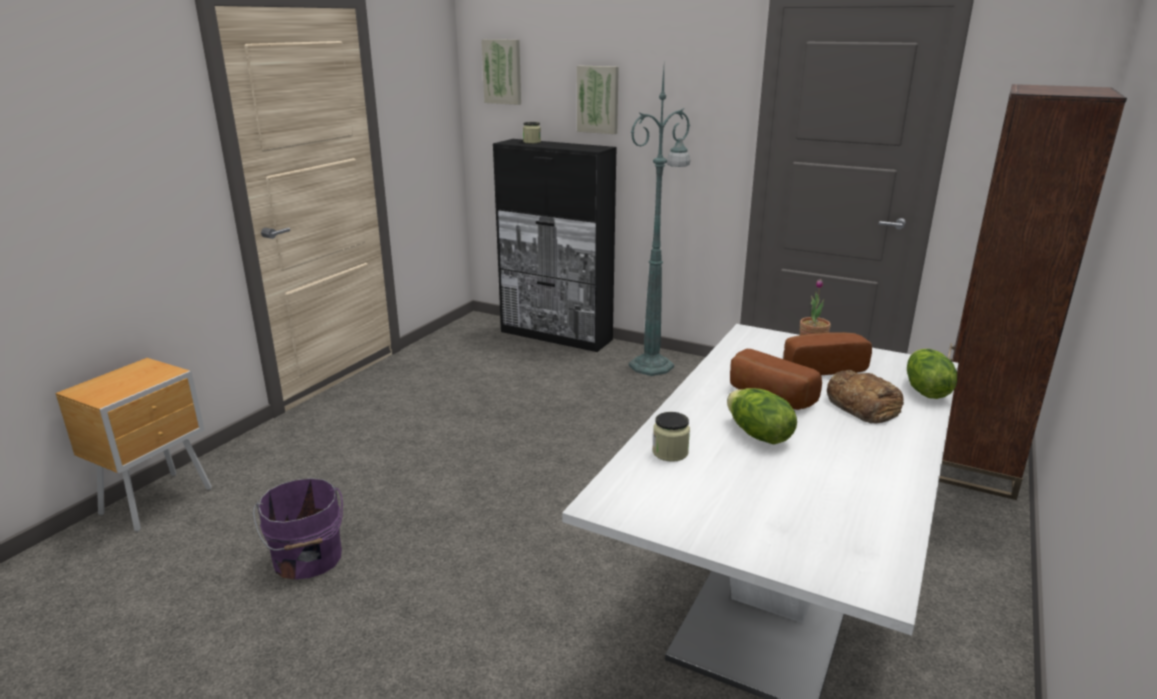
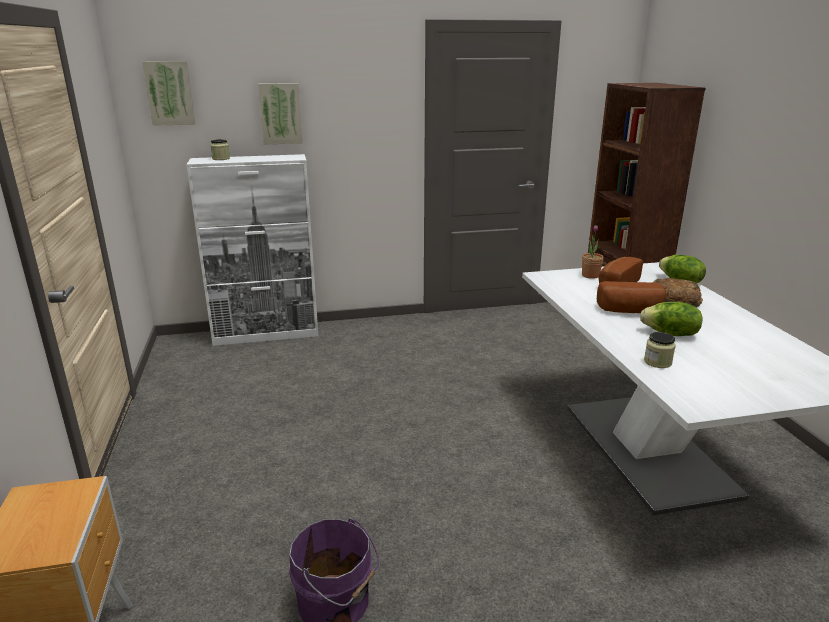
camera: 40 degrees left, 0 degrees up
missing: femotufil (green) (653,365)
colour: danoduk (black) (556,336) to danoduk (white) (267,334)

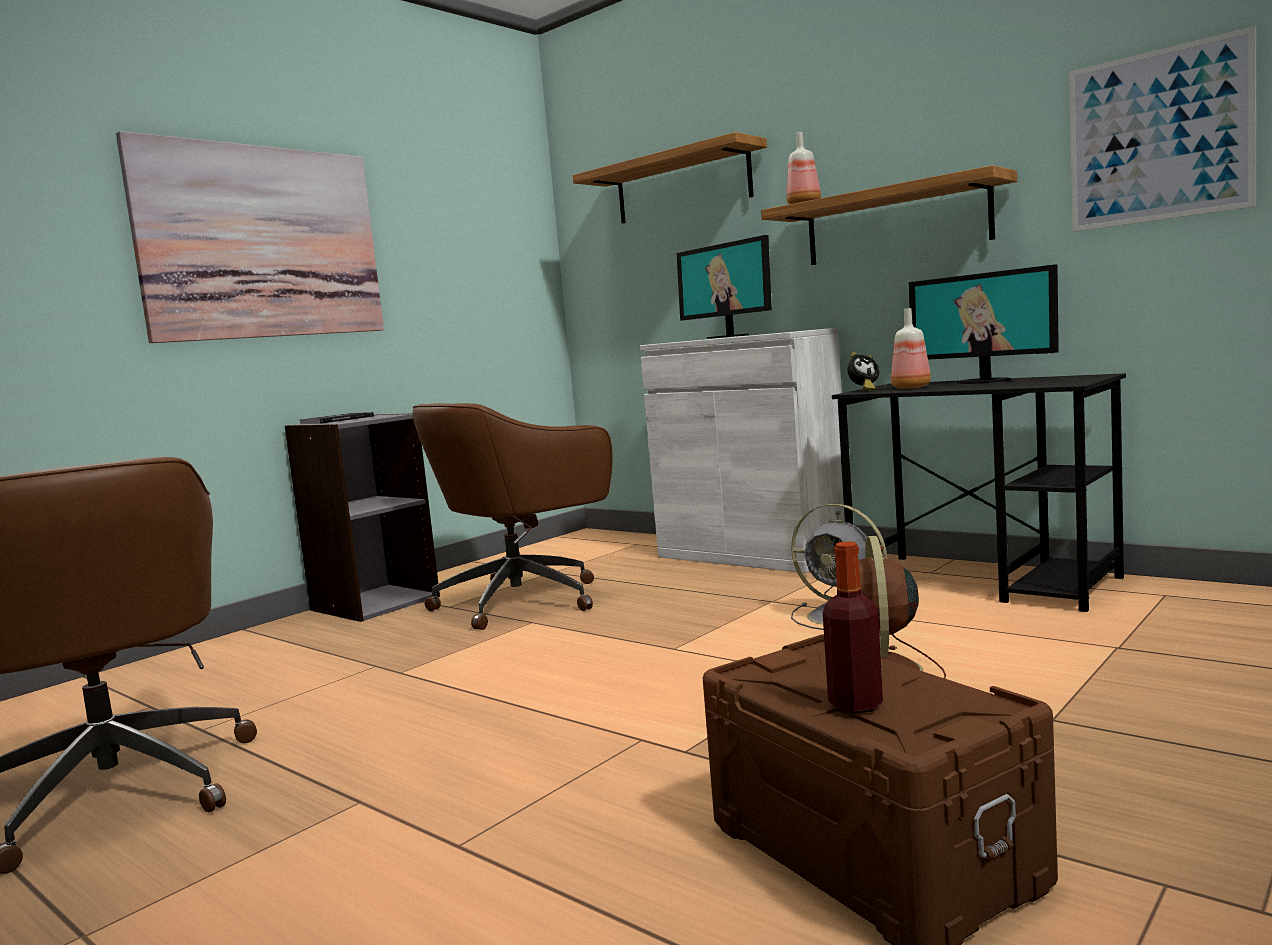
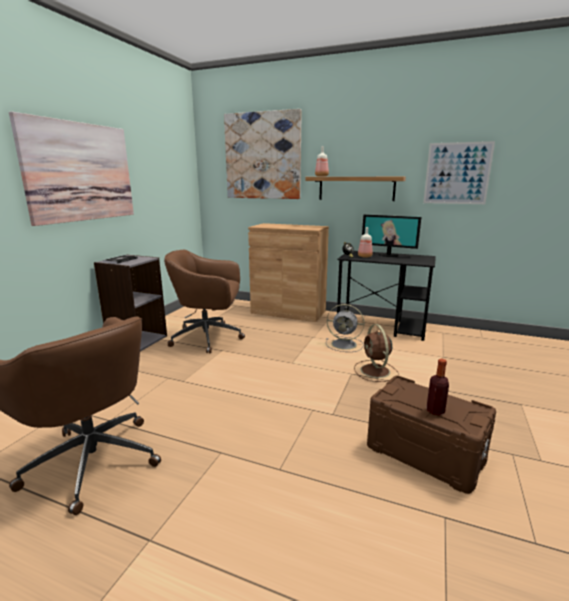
camera: 20 degrees left, 10 degrees up
missing: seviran (728,336)
exchanged: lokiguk (682,185) to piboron (262,156)
colour: danoduk (white) (752,554) to danoduk (brown) (288,312)
spun: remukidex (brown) (524,600) = (209,338) 60 degrees clockwise

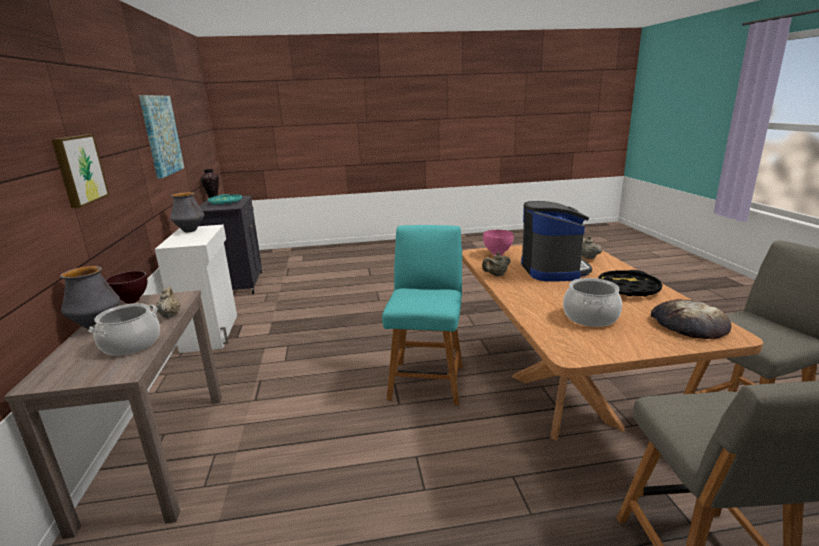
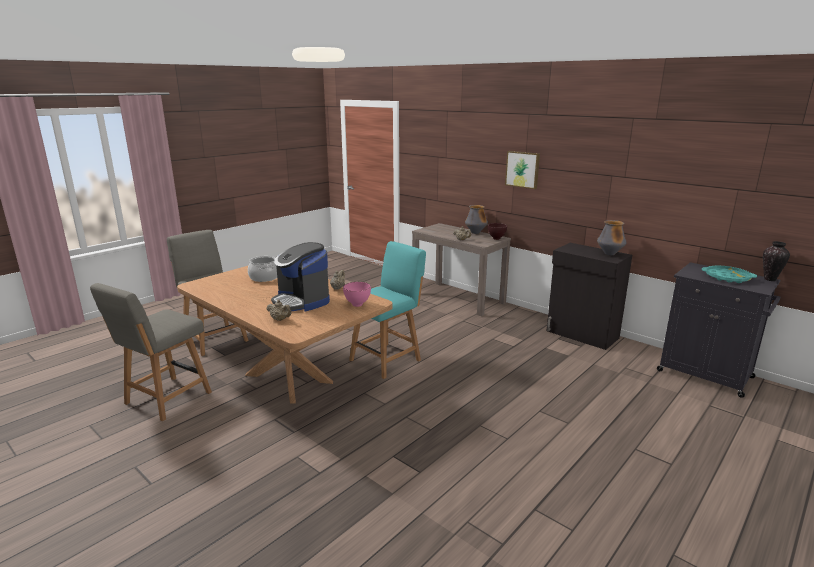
camera: 140 degrees right, 0 degrees up
missing: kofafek (131,344); piboron (161,135); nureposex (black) (628,288); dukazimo (688,324)
colour: danoduk (white) (211,332) to danoduk (black) (582,335)
spun: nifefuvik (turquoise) (427,380) = (387,359) 105 degrees counterclockwise

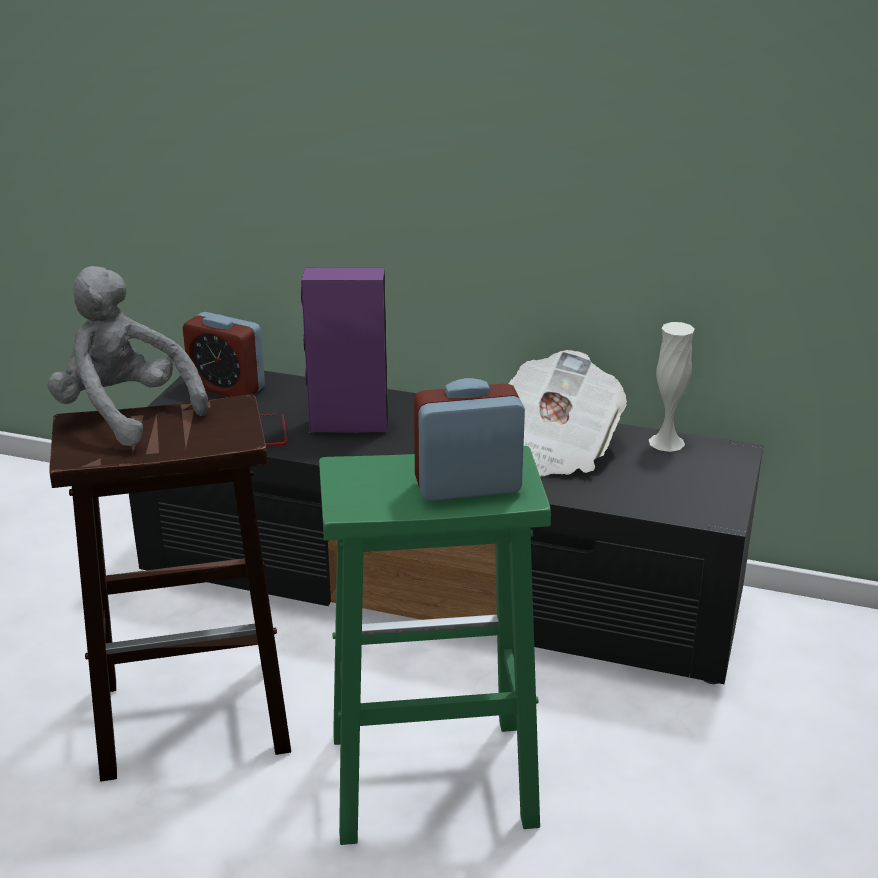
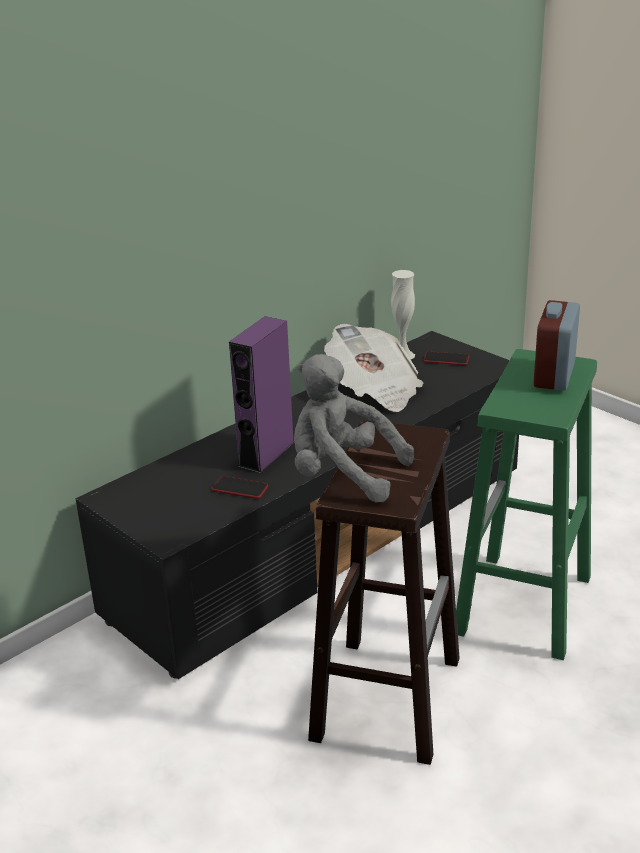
camera: 60 degrees left, 0 degrees up
missing: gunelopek (227,387)
appeared: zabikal (446,359)
spun: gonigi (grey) (125,413) = (342,475) 45 degrees clockwise

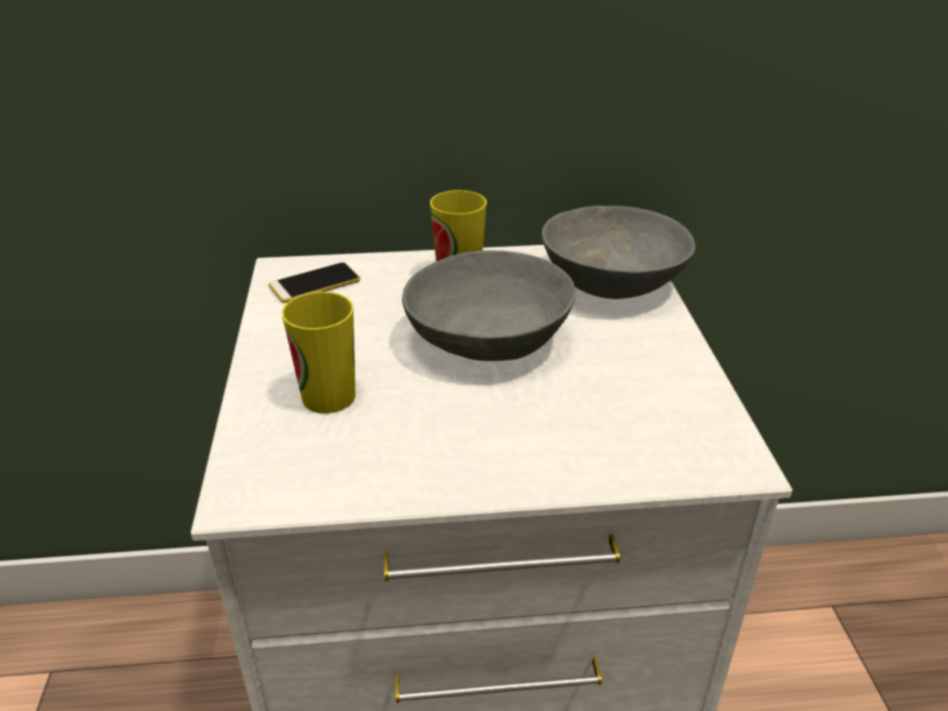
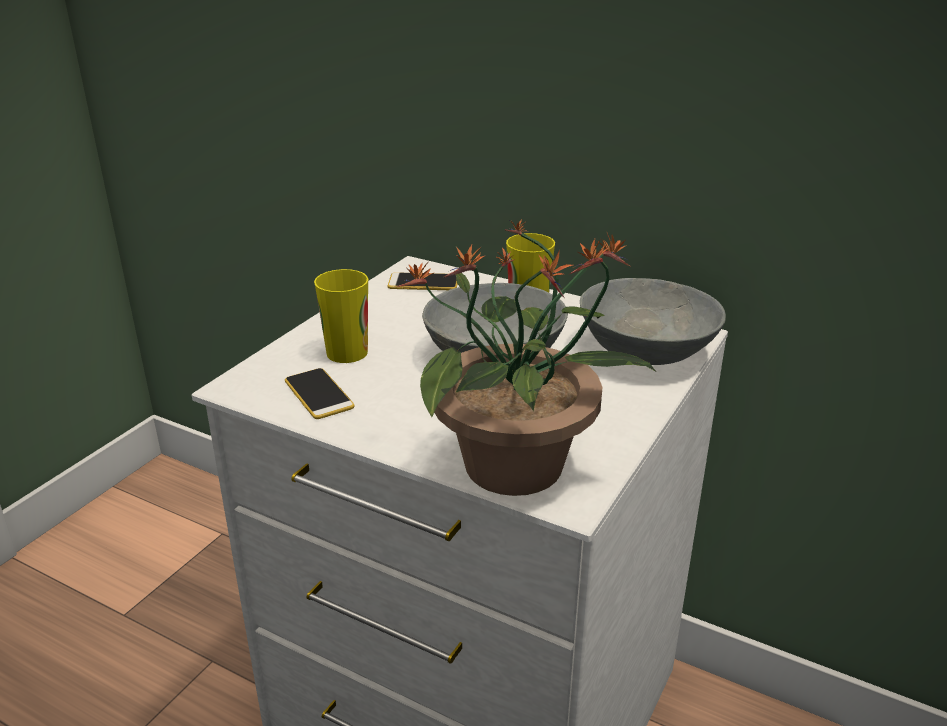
camera: 35 degrees right, 5 degrees down
appeared: zabikal (319,394); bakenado (517,466)

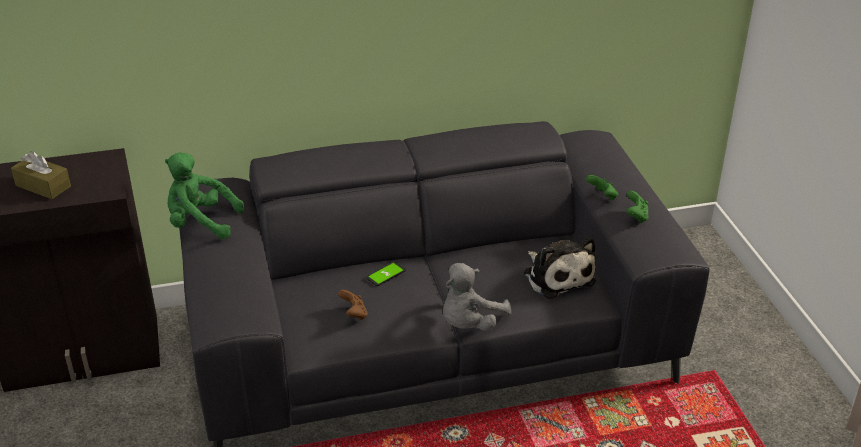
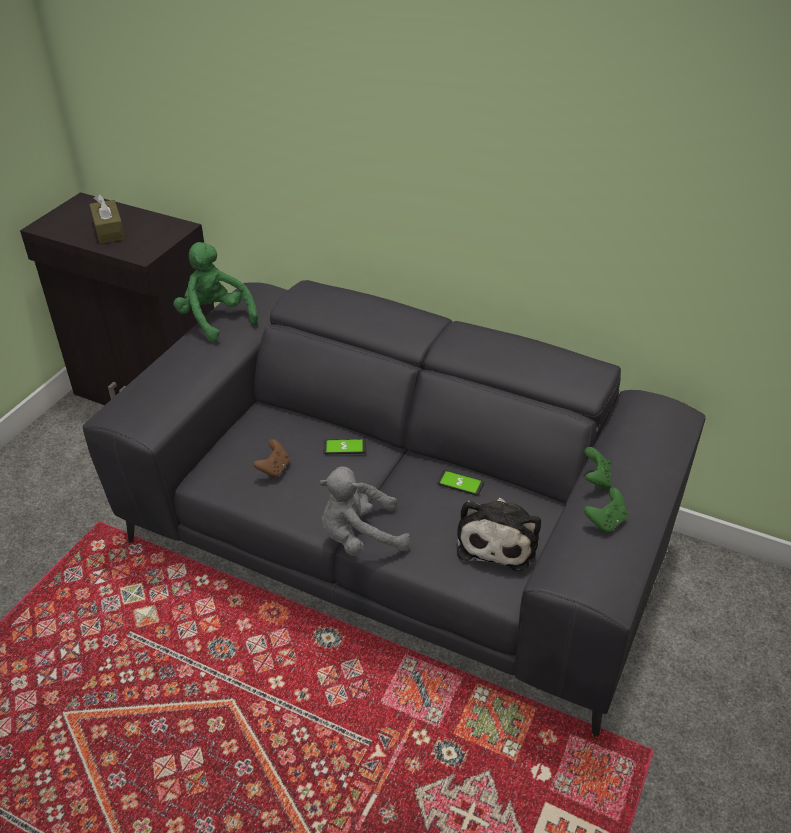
camera: 40 degrees right, 5 degrees up
appeared: zabikal (460,483)

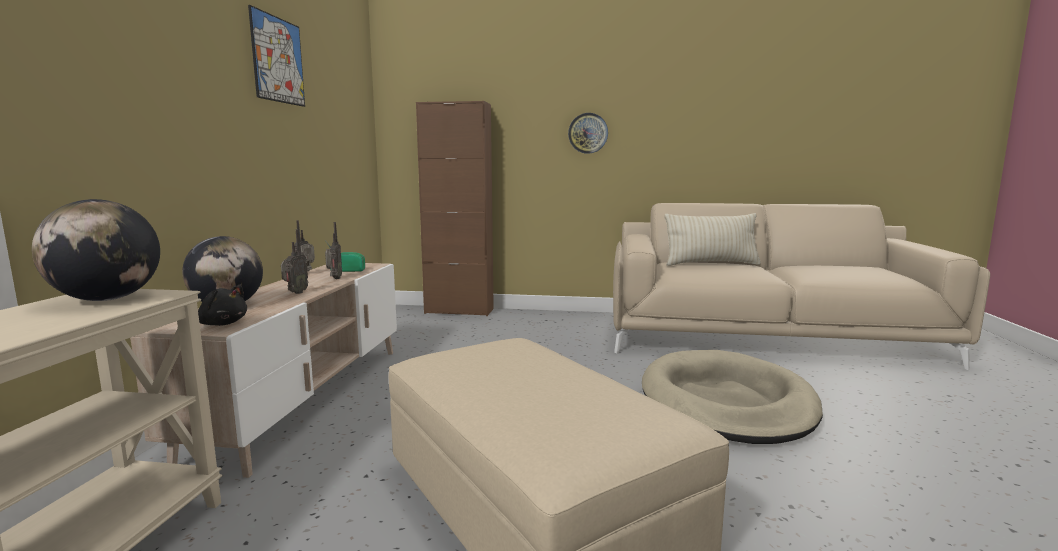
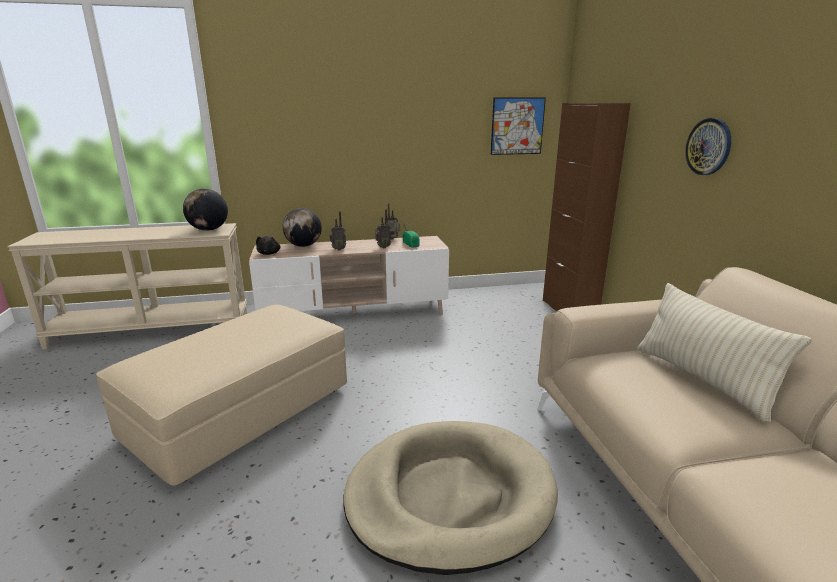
camera: 70 degrees right, 10 degrees up
relocated: piboron (278,60) to (517,126)

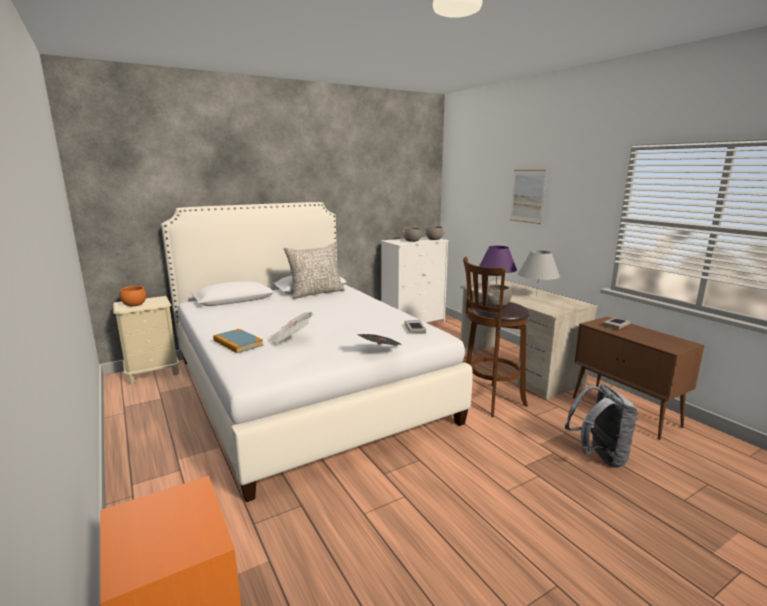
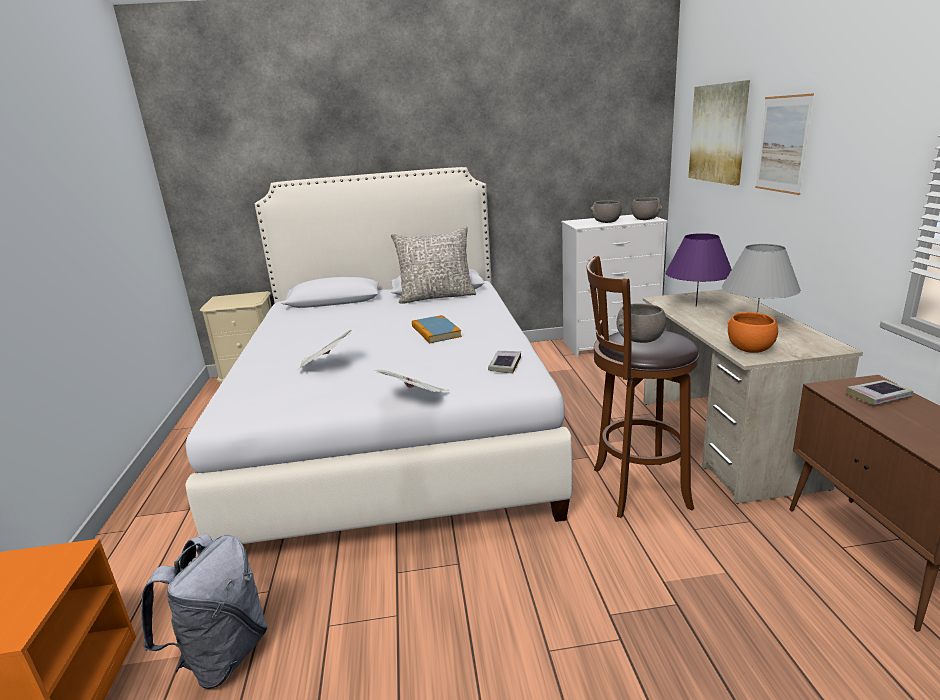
camera: 25 degrees right, 5 degrees up
appeared: piboron (718,133)
relocated: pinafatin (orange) (134,304) to (749,348); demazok (238,343) to (436,332); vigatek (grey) (598,456) to (222,656)

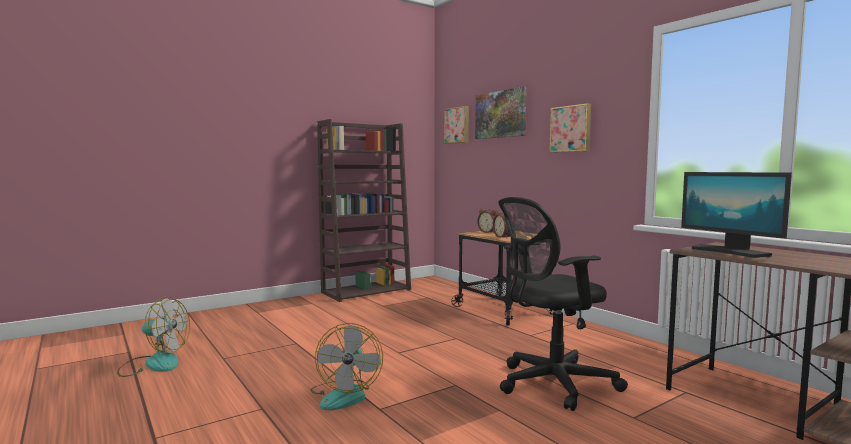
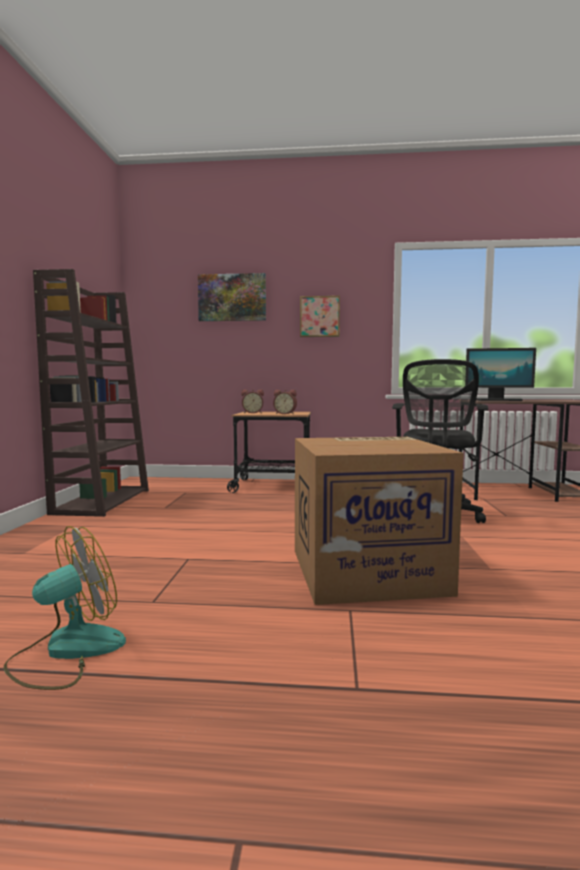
camera: 50 degrees left, 0 degrees up
missing: piboron (457,125)
exchanged: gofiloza (345,395) to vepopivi (367,570)

